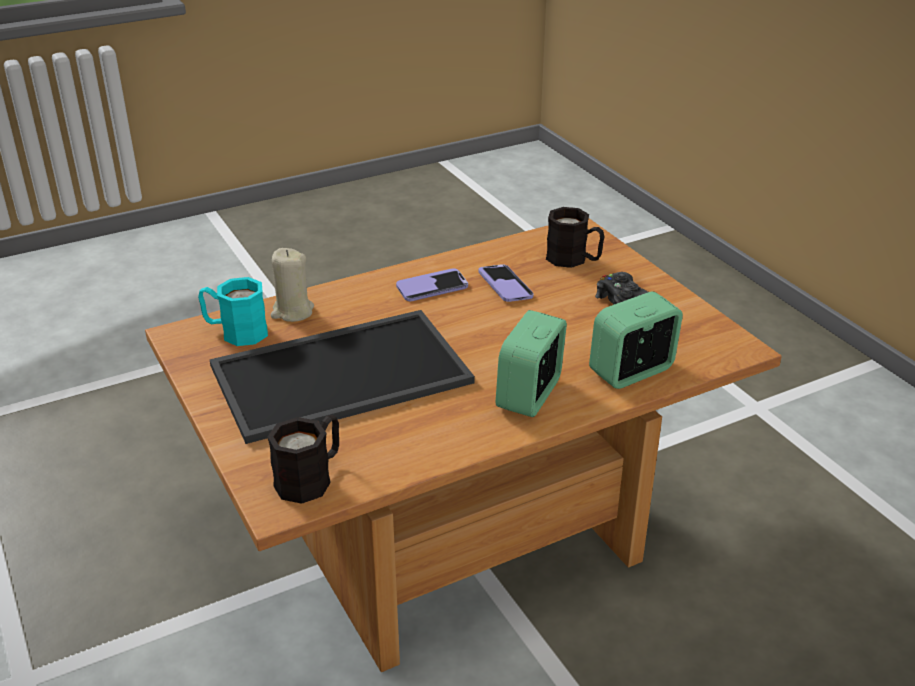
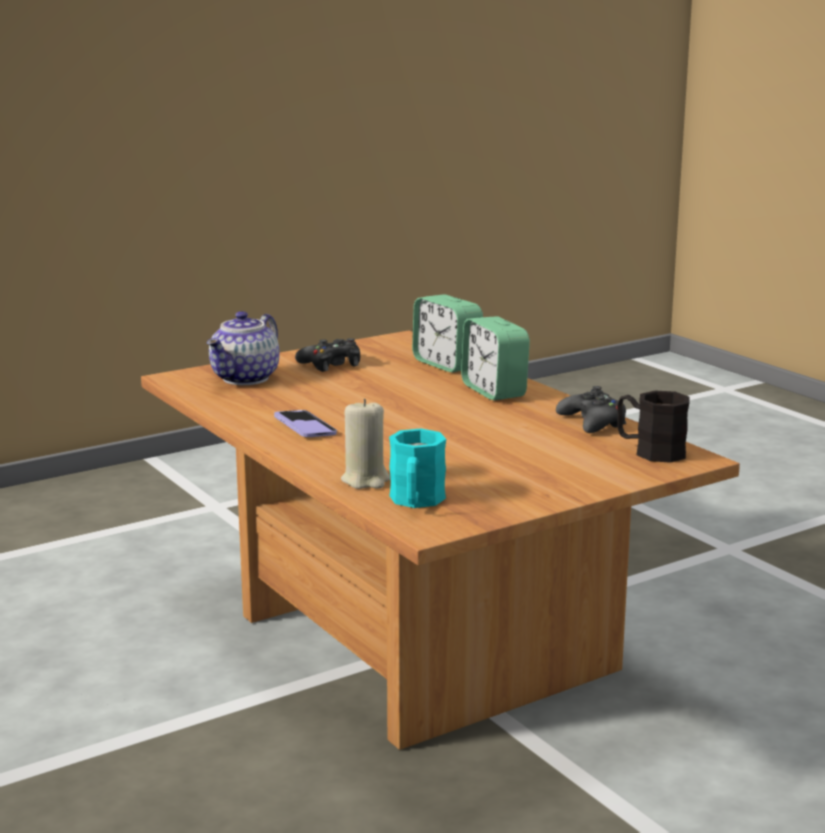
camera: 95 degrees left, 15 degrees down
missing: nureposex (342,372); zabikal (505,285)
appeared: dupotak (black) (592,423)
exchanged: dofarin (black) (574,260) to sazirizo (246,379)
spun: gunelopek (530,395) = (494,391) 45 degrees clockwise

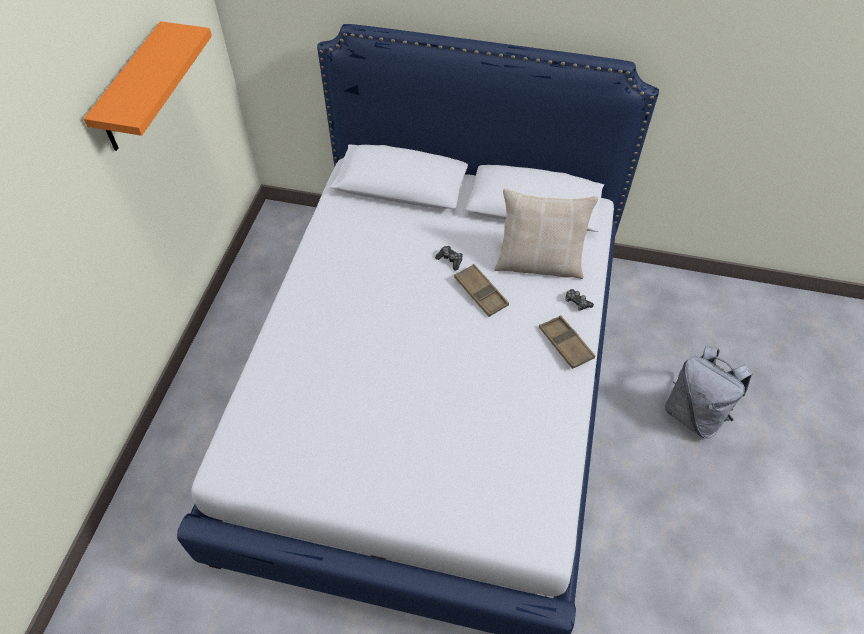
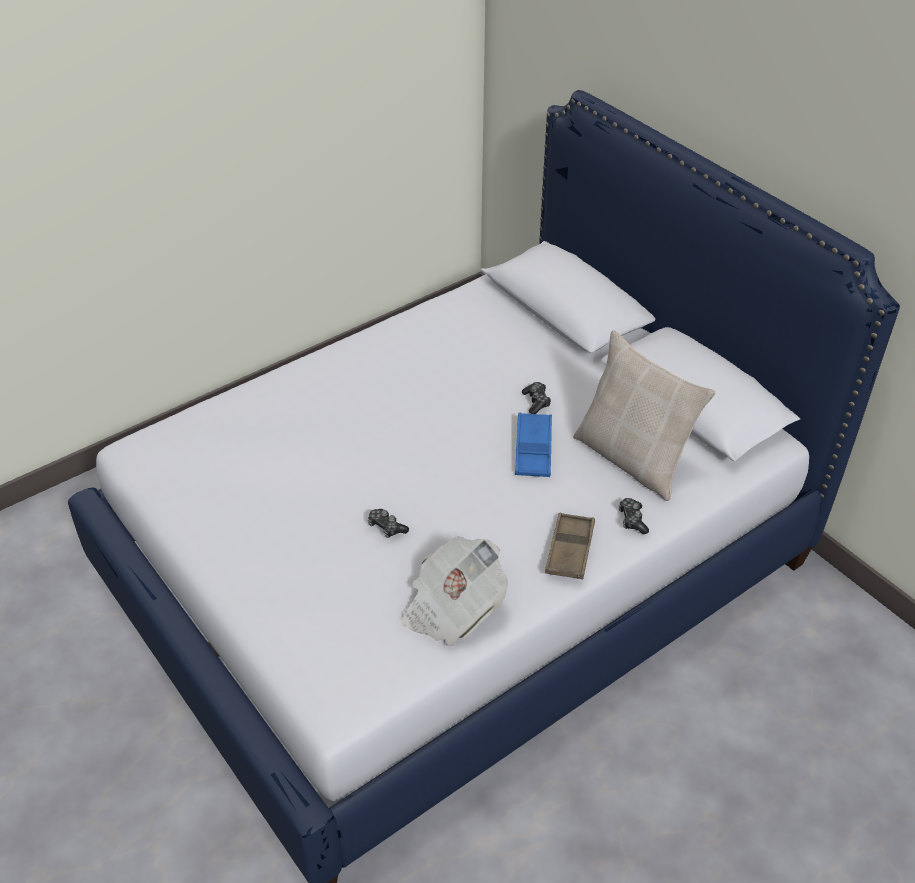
camera: 40 degrees right, 10 degrees down
missing: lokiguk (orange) (133,90); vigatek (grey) (694,414)
appeared: dupotak (386,527); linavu (452,608)
colour: nureposex (brown) (481,293) to nureposex (blue) (533,449)

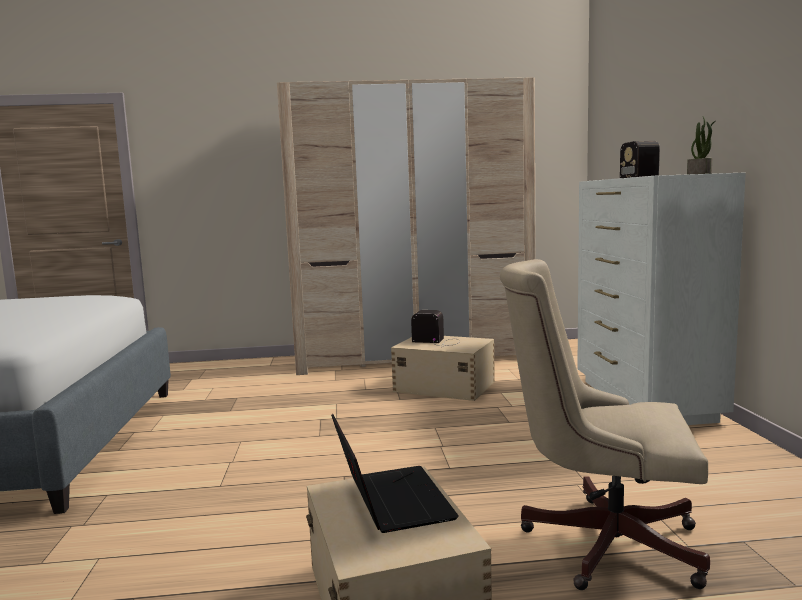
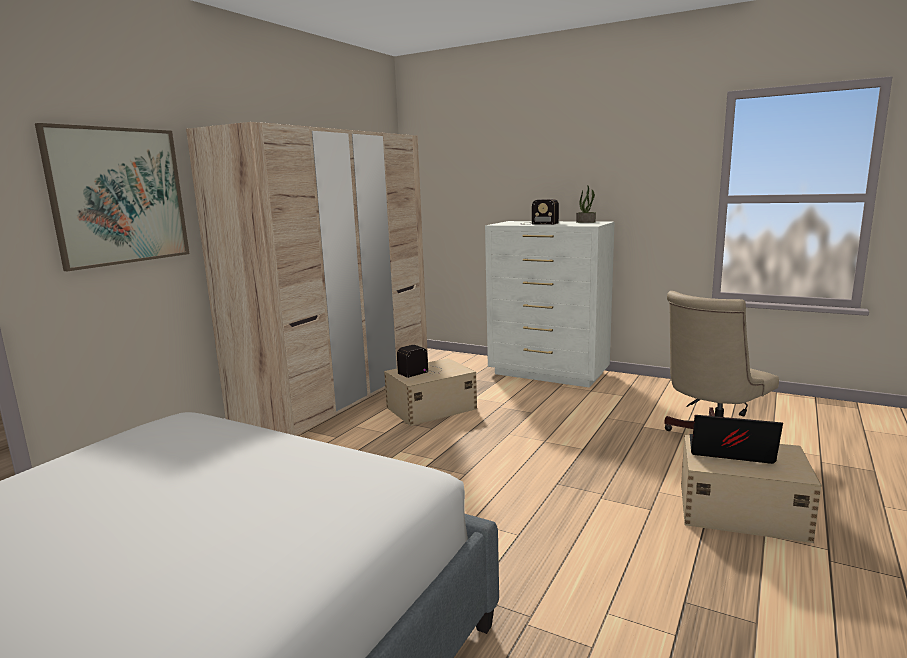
camera: 55 degrees left, 5 degrees up
appeared: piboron (119,196)

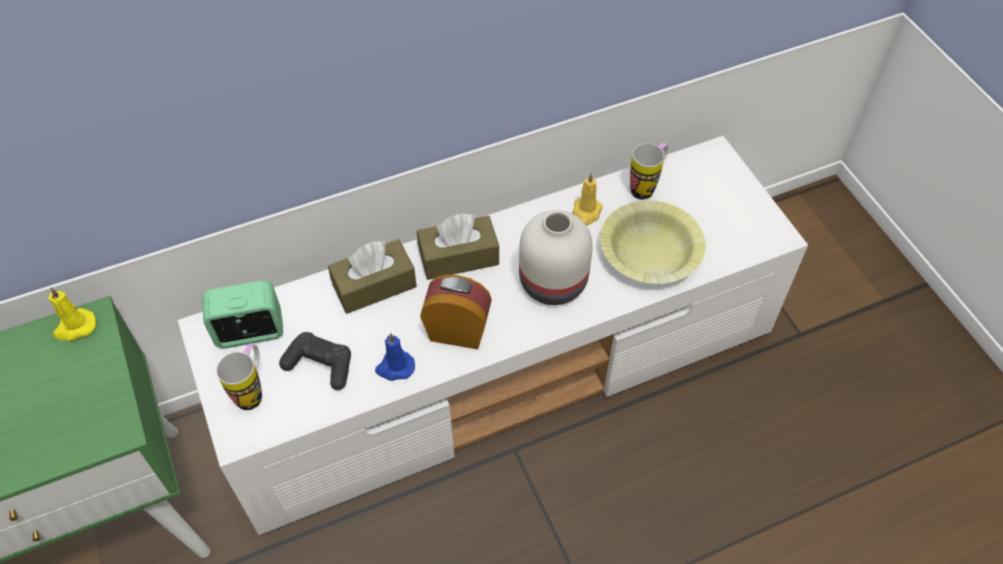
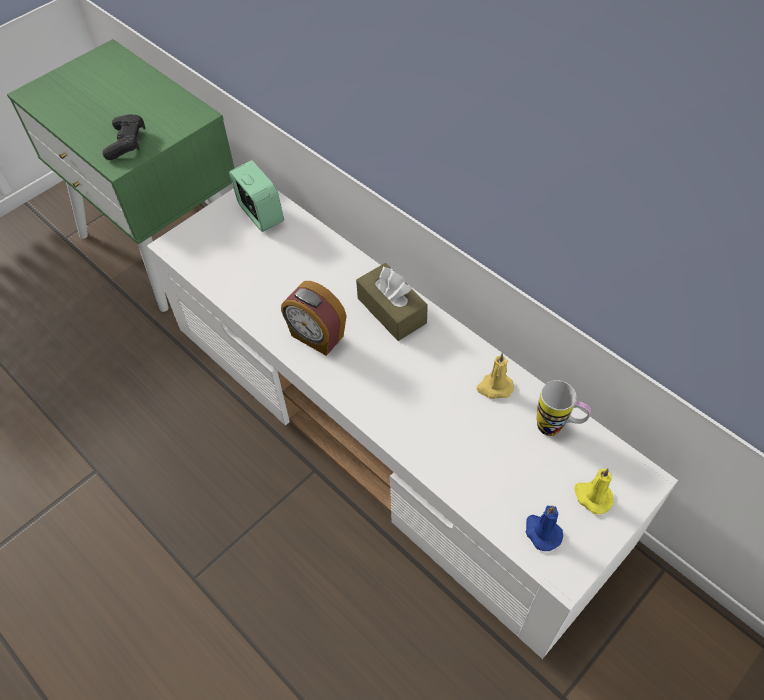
camera: 70 degrees right, 0 degrees up
missing: dofarin (253,391); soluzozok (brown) (374,285); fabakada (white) (554,283); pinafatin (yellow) (649,253)
relocated: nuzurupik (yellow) (75,327) to (592,497); dupotak (black) (320,365) to (126,143); nuzurupik (blue) (395,367) to (542,532)
spun: gunelopek (458,330) = (316,337) 135 degrees clockwise

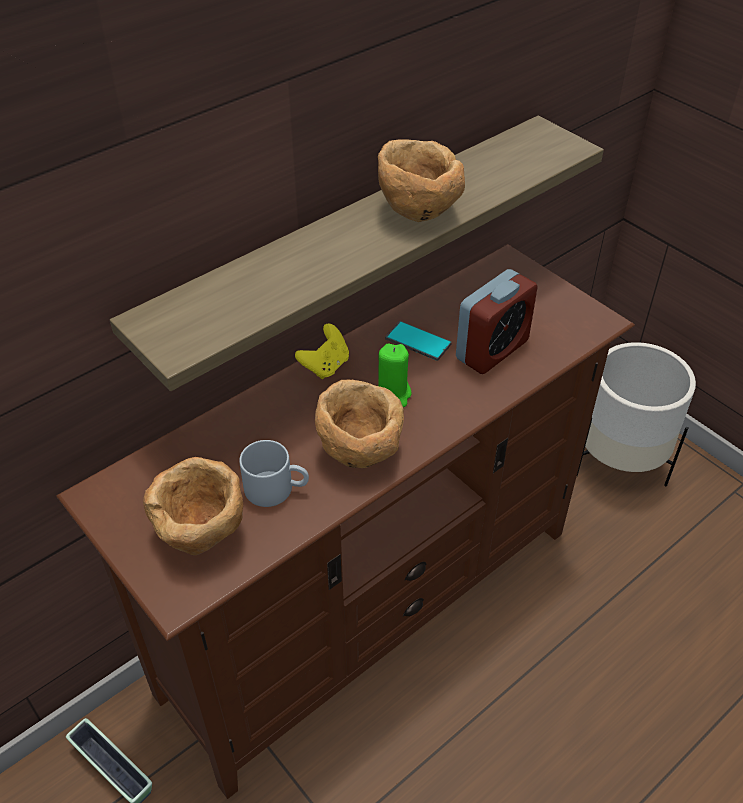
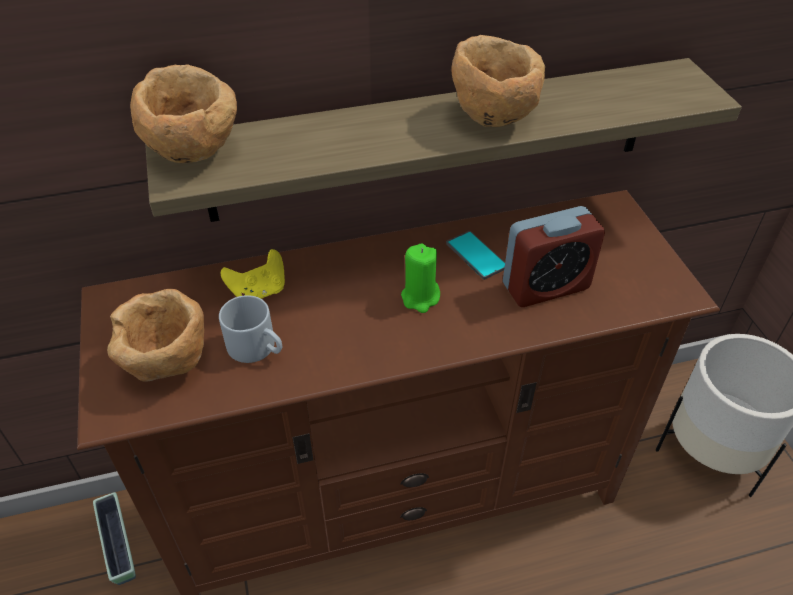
camera: 25 degrees right, 0 degrees up
relocated: dupotak (yellow) (325,366) to (259,292); pinafatin (brown) (360,451) to (195,153)

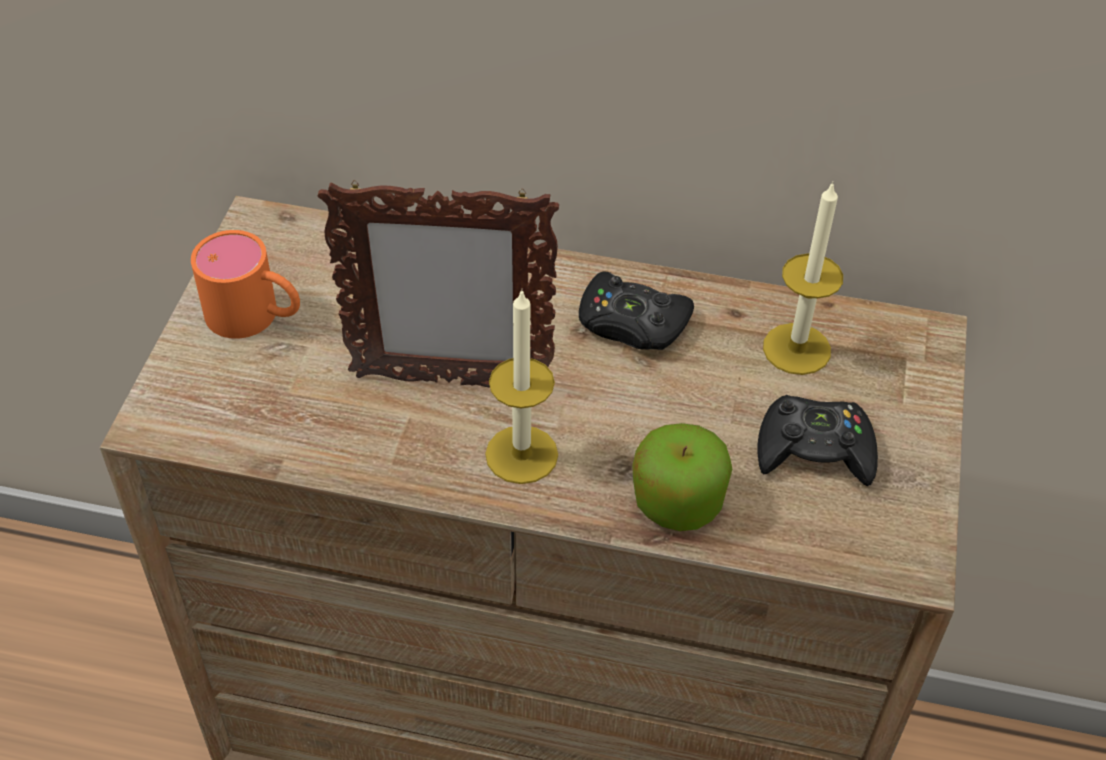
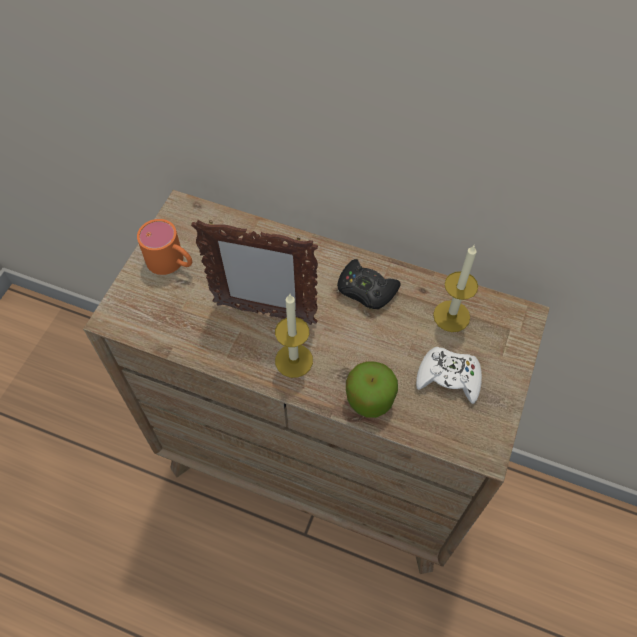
camera: 10 degrees right, 10 degrees up
colour: dupotak (black) (814,450) to dupotak (white) (448,378)

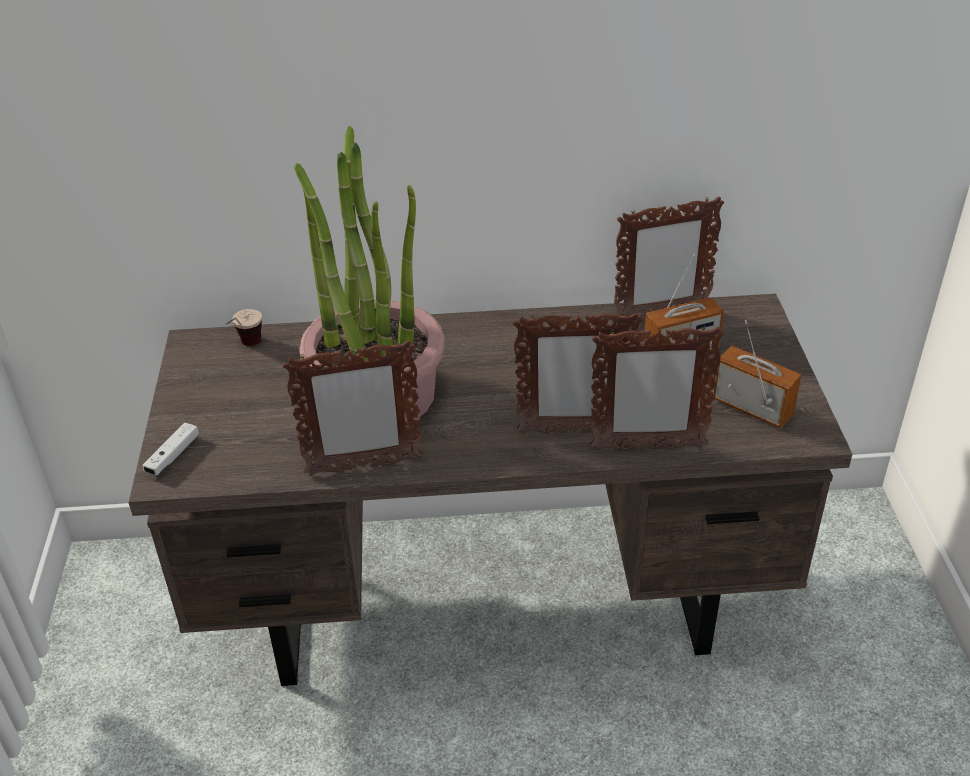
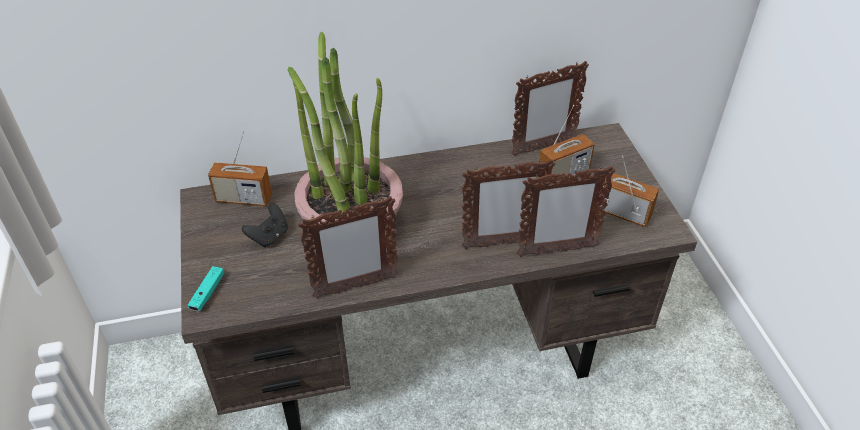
camera: 10 degrees left, 5 degrees up
appeared: dupotak (black) (269,236)
exchanged: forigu (246,348) to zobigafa (244,198)
colour: dupotak (white) (173,456) to dupotak (turquoise) (207,293)

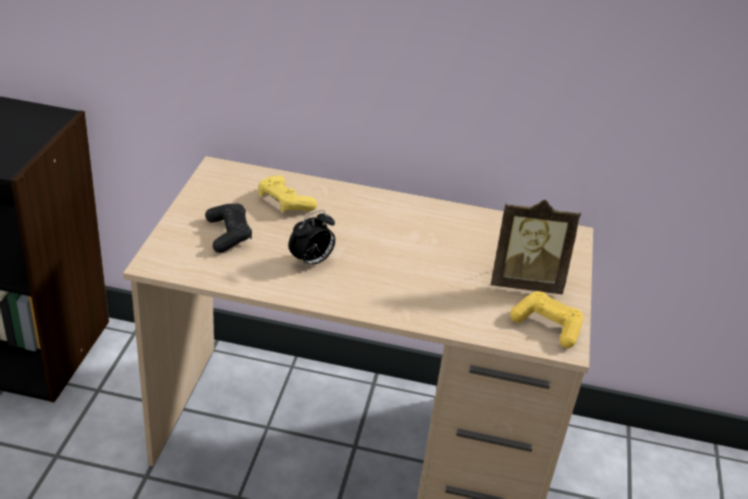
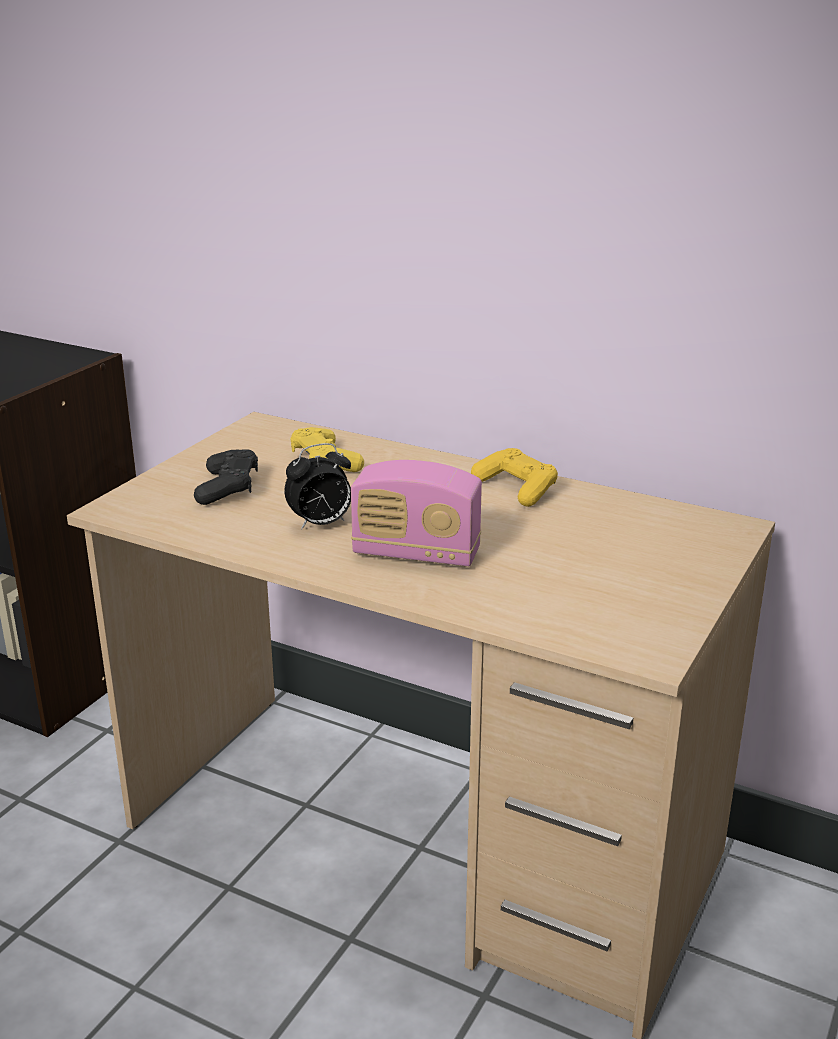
camera: 20 degrees right, 10 degrees down
missing: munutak (525,282)
appeared: zobigafa (416,553)
relocated: dupotak (yellow) (547,326) to (516,488)

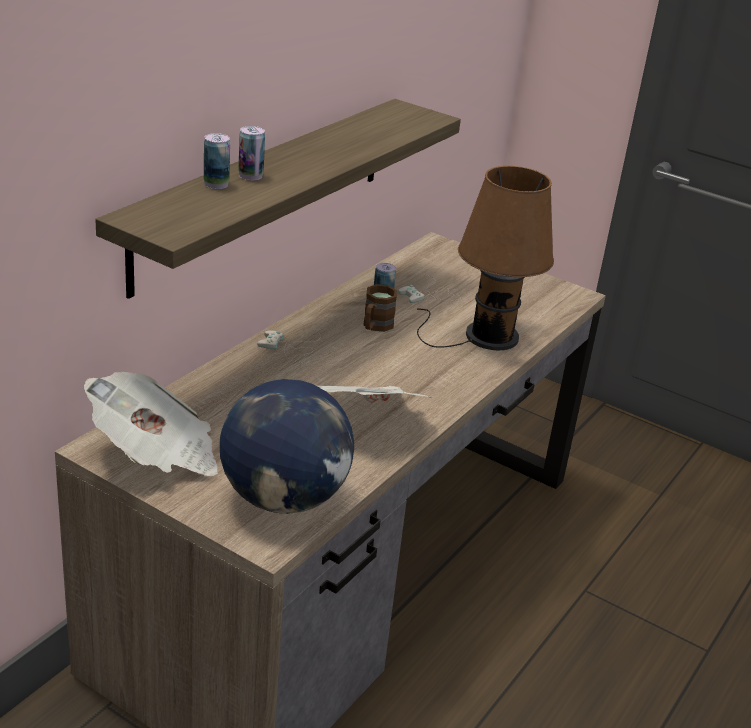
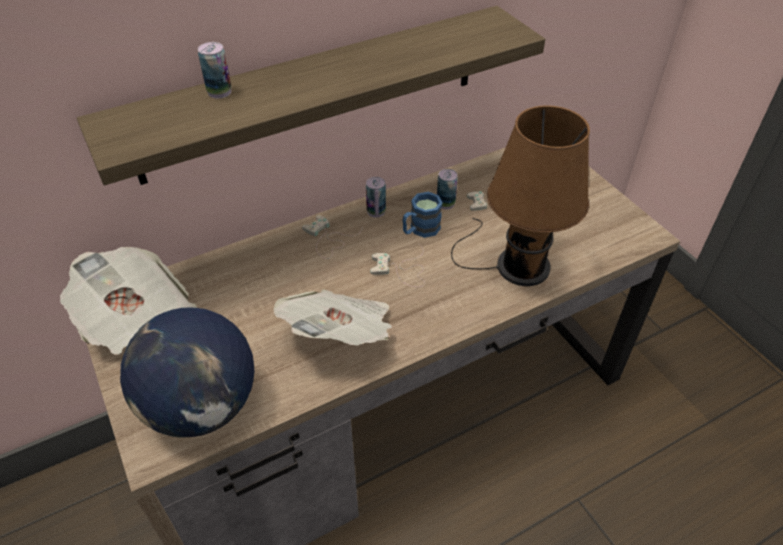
camera: 30 degrees right, 15 degrees up
appeared: dupotak (white) (401,270)
relocated: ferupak (250,175) to (376,211)
colour: dofarin (brown) (375,326) to dofarin (blue) (420,230)

